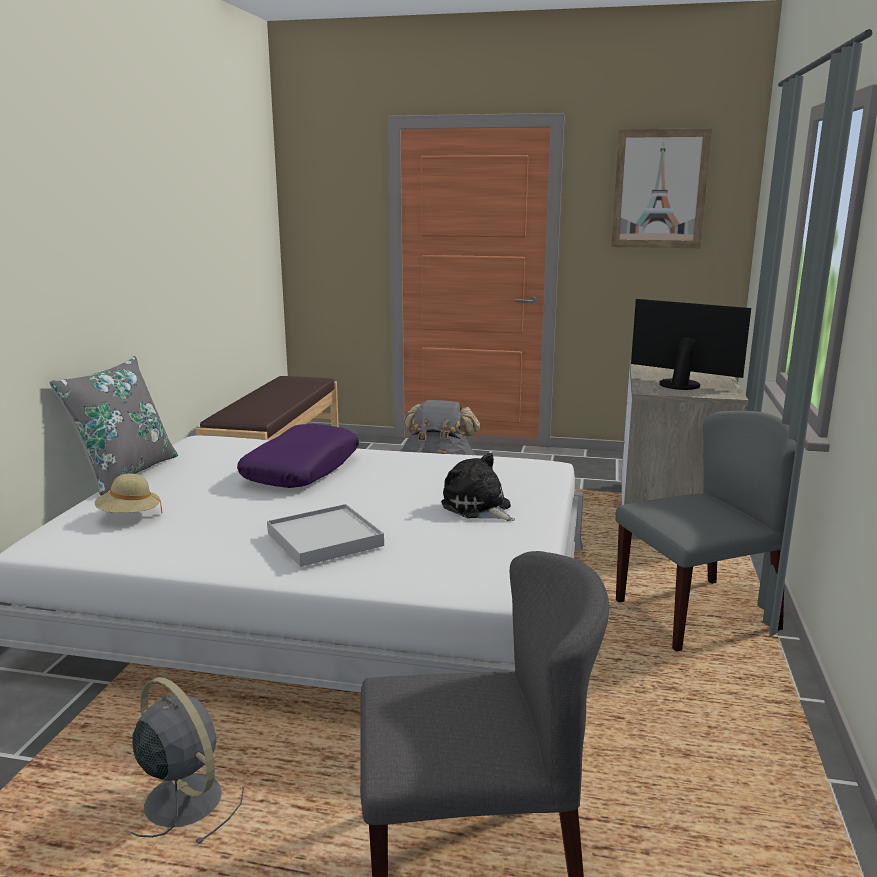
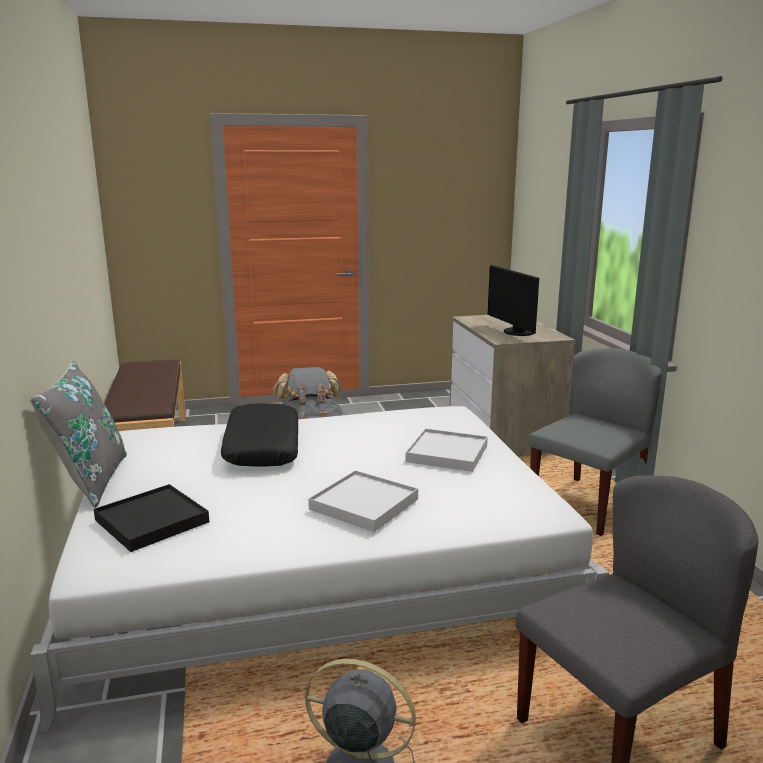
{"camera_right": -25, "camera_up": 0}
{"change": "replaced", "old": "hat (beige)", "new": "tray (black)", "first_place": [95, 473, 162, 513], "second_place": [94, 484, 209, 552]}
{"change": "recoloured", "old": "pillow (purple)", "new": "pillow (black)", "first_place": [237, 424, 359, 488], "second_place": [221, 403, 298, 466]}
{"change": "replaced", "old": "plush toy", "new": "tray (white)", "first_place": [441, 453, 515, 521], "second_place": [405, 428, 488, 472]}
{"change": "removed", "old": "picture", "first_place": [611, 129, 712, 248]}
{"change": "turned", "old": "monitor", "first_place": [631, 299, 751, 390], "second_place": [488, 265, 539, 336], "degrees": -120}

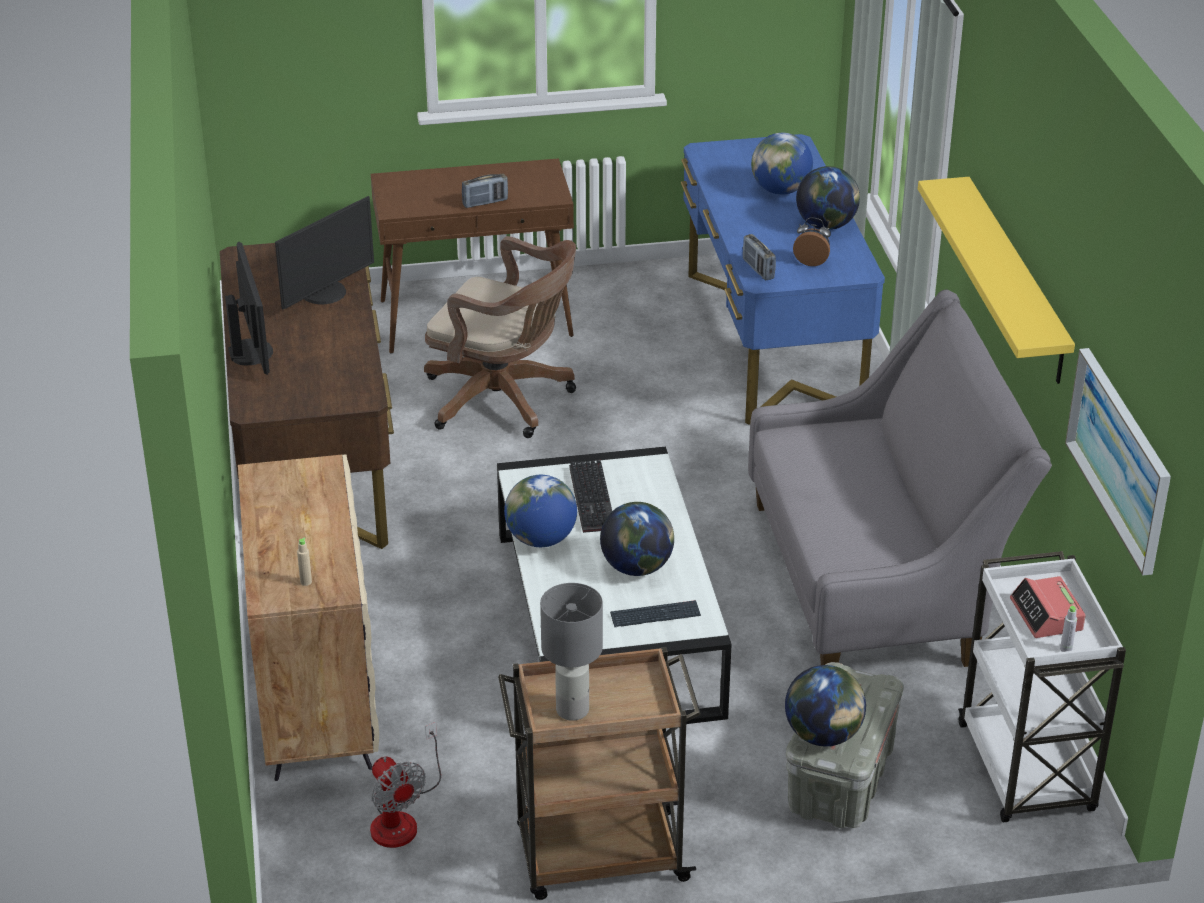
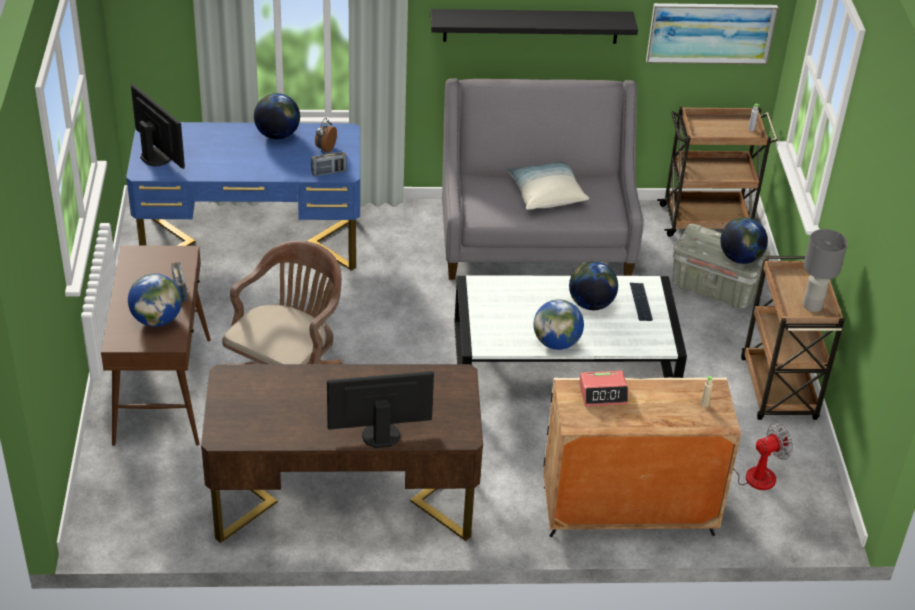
{"camera_right": -85, "camera_up": 5}
{"change": "moved", "old": "monitor", "first_place": [275, 196, 374, 309], "second_place": [131, 84, 185, 169]}
{"change": "removed", "old": "keyboard", "first_place": [569, 459, 612, 533]}
{"change": "moved", "old": "globe", "first_place": [751, 133, 813, 195], "second_place": [128, 273, 182, 327]}
{"change": "recoloured", "old": "shelf (yellow)", "new": "shelf (black)", "first_place": [918, 177, 1075, 384], "second_place": [430, 9, 638, 44]}
{"change": "recoloured", "old": "cart (white)", "new": "cart (brown)", "first_place": [958, 551, 1126, 822], "second_place": [657, 107, 778, 237]}
{"change": "moved", "old": "alarm clock", "first_place": [1010, 576, 1086, 638], "second_place": [579, 370, 629, 407]}
{"change": "added", "new": "pillow", "second_place": [507, 162, 589, 210]}

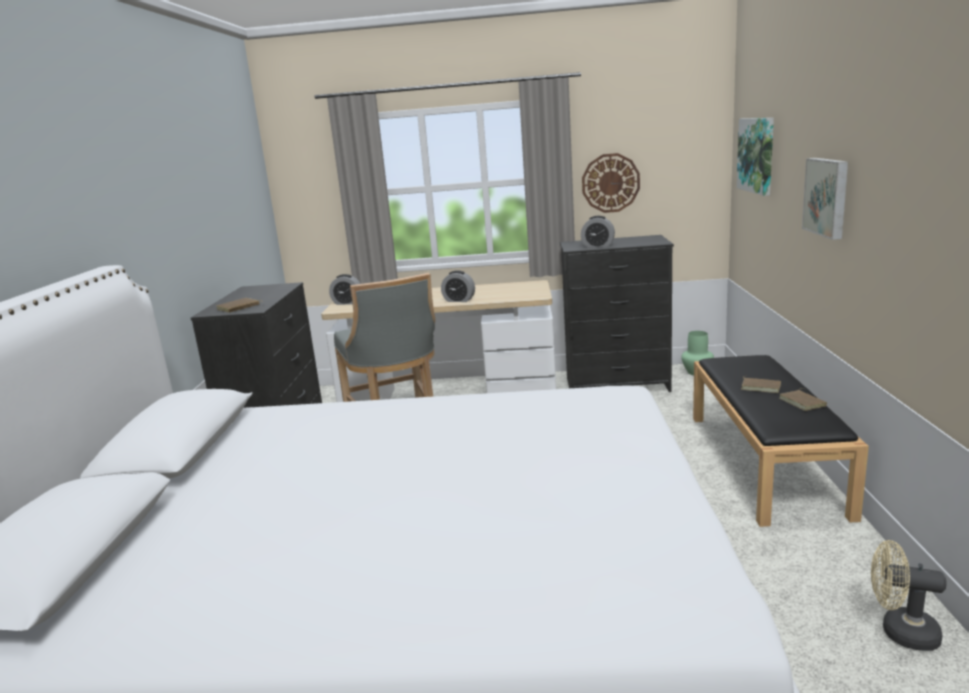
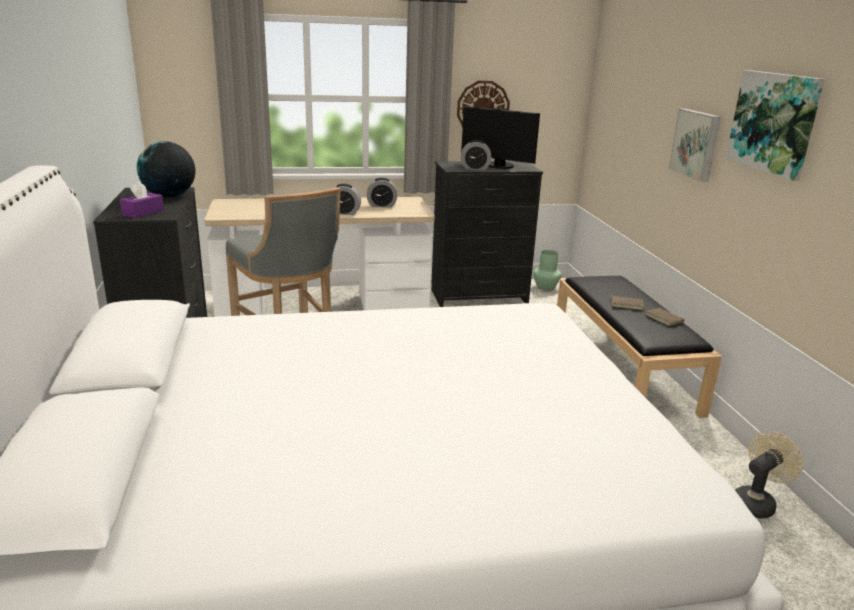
{"camera_right": -15, "camera_up": 5}
{"change": "replaced", "old": "book (brown)", "new": "tissue box (purple)", "first_place": [217, 298, 263, 313], "second_place": [120, 182, 164, 218]}
{"change": "moved", "old": "alarm clock", "first_place": [329, 274, 361, 305], "second_place": [367, 178, 397, 208]}
{"change": "moved", "old": "picture", "first_place": [737, 118, 774, 196], "second_place": [726, 70, 825, 181]}
{"change": "turned", "old": "fan (beige)", "first_place": [871, 540, 946, 651], "second_place": [735, 431, 803, 518], "degrees": 135}
{"change": "added", "new": "globe", "second_place": [137, 141, 195, 197]}
{"change": "added", "new": "monitor", "second_place": [461, 106, 540, 169]}

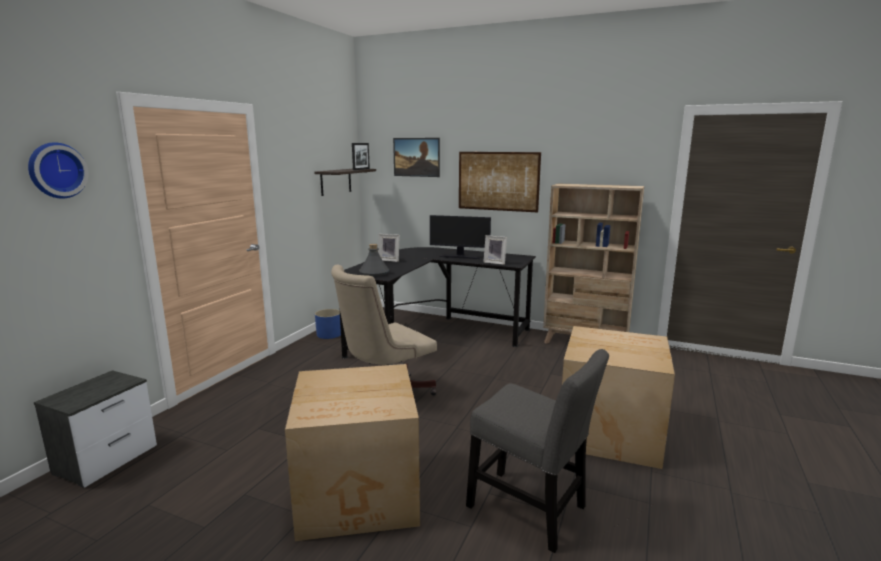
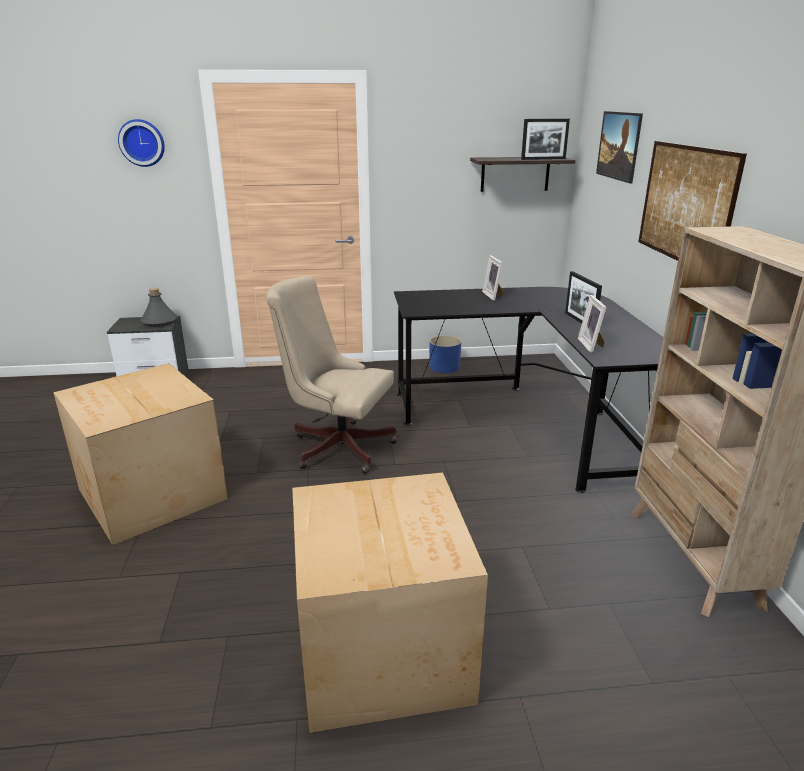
{"camera_right": 60, "camera_up": 10}
{"change": "moved", "old": "bottle (grey)", "first_place": [359, 244, 389, 276], "second_place": [140, 288, 177, 327]}
{"change": "replaced", "old": "monitor", "new": "picture frame", "first_place": [430, 215, 491, 259], "second_place": [565, 271, 602, 323]}
{"change": "removed", "old": "chair (grey)", "first_place": [466, 349, 609, 553]}

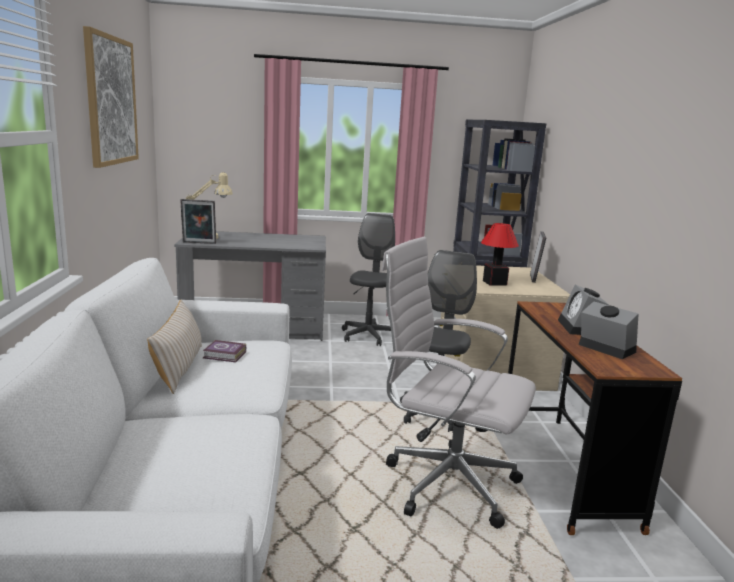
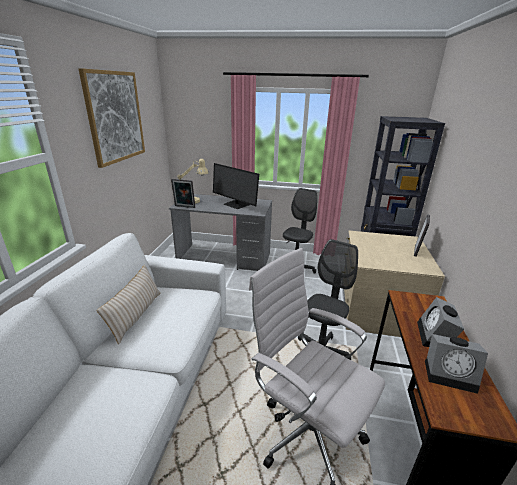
{"camera_right": 15, "camera_up": 10}
{"change": "removed", "old": "book", "first_place": [203, 340, 246, 362]}
{"change": "removed", "old": "table lamp", "first_place": [481, 223, 519, 286]}
{"change": "turned", "old": "alarm clock", "first_place": [578, 301, 639, 359], "second_place": [425, 334, 488, 394], "degrees": 135}
{"change": "added", "new": "monitor", "second_place": [213, 163, 259, 209]}

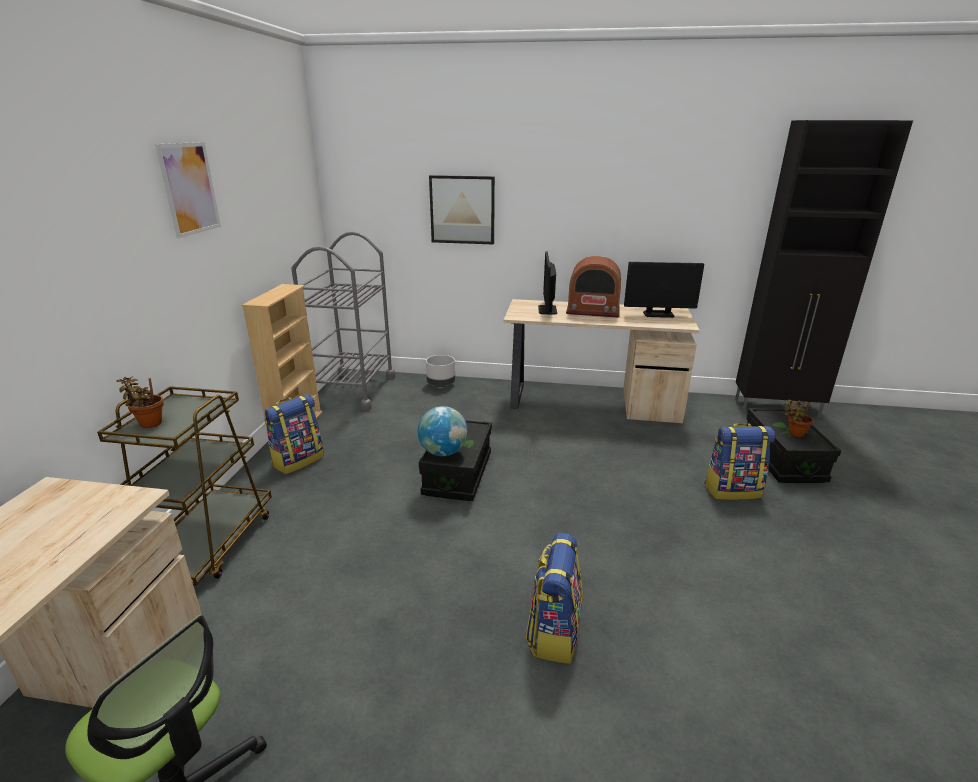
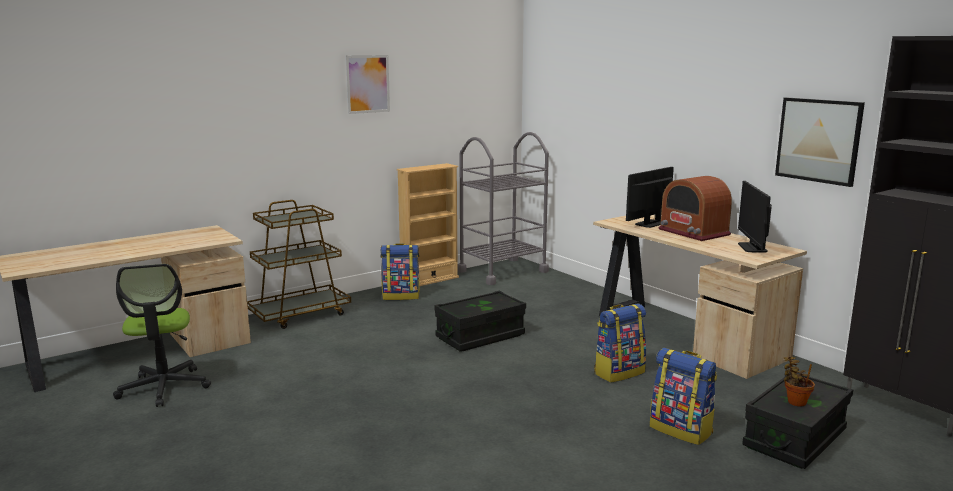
{"camera_right": 45, "camera_up": -10}
{"change": "removed", "old": "potted plant", "first_place": [116, 376, 164, 428]}
{"change": "removed", "old": "globe", "first_place": [418, 406, 468, 456]}
{"change": "removed", "old": "planter (grey)", "first_place": [426, 355, 455, 387]}
{"change": "moved", "old": "picture", "first_place": [429, 175, 495, 245], "second_place": [775, 97, 865, 187]}
{"change": "moved", "old": "backpack", "first_place": [526, 533, 583, 664], "second_place": [594, 304, 646, 383]}
{"change": "turned", "old": "monitor", "first_place": [624, 262, 704, 318], "second_place": [738, 181, 772, 253], "degrees": 45}

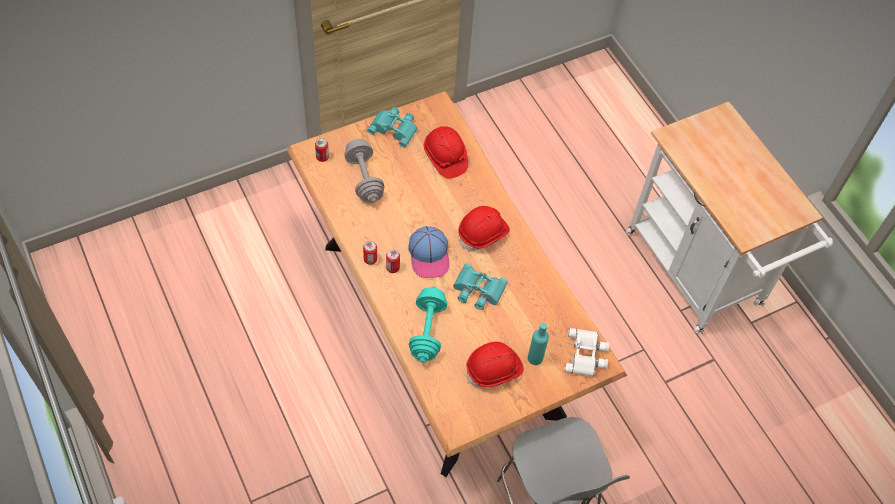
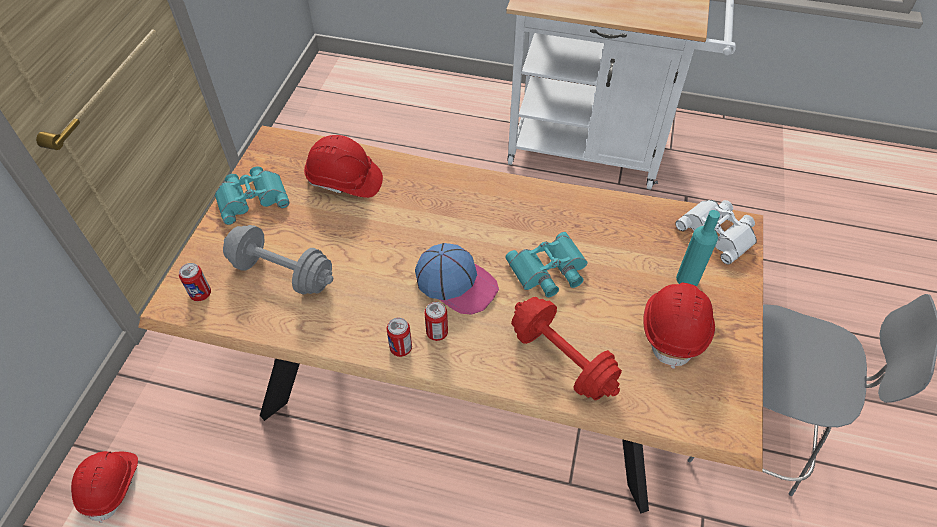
{"camera_right": -45, "camera_up": -5}
{"change": "recoloured", "old": "dumbbell (turquoise)", "new": "dumbbell (red)", "first_place": [409, 287, 447, 363], "second_place": [511, 297, 622, 400]}
{"change": "moved", "old": "hard hat (red)", "first_place": [458, 206, 510, 251], "second_place": [71, 451, 138, 523]}

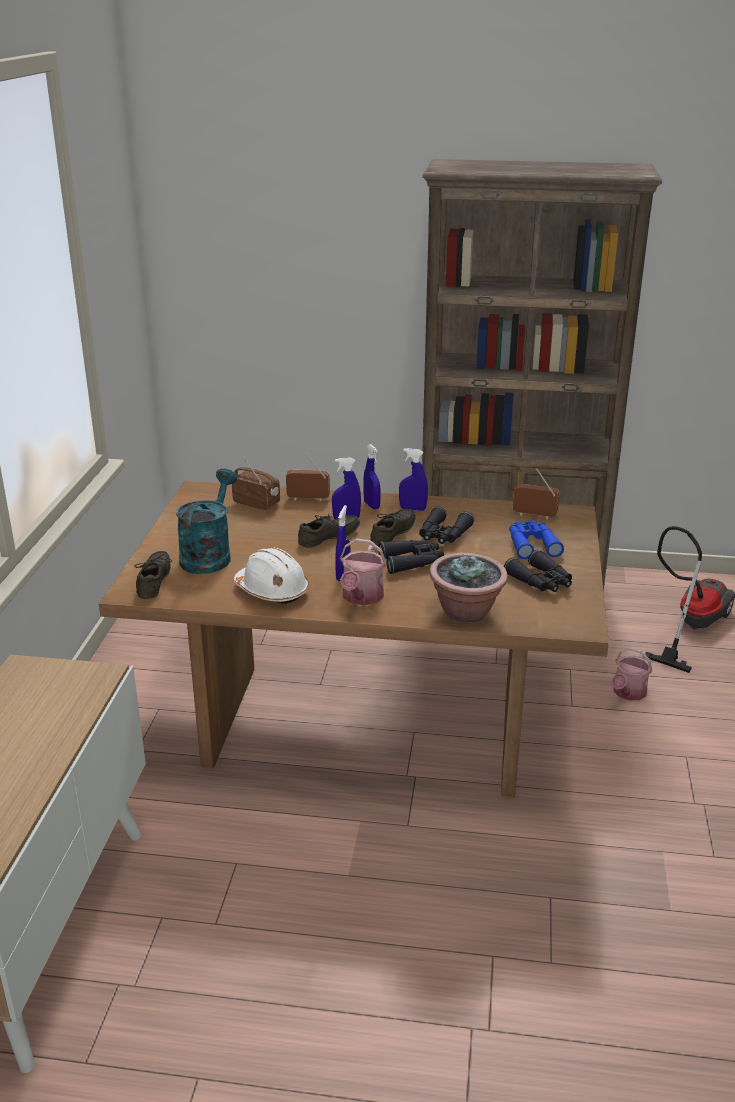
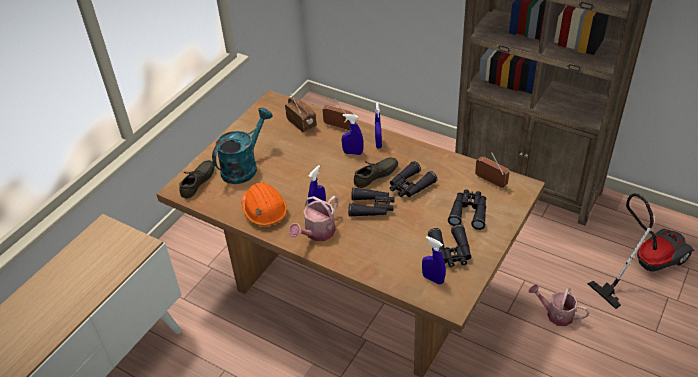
{"camera_right": 25, "camera_up": 15}
{"change": "recoloured", "old": "hard hat (white)", "new": "hard hat (orange)", "first_place": [234, 547, 309, 604], "second_place": [241, 182, 287, 226]}
{"change": "removed", "old": "shoe (grey)", "first_place": [298, 514, 360, 548]}
{"change": "moved", "old": "spray bottle (blue)", "first_place": [399, 448, 428, 511], "second_place": [422, 236, 446, 284]}
{"change": "removed", "old": "potted plant", "first_place": [429, 553, 508, 623]}
{"change": "recoloured", "old": "binoculars (blue)", "new": "binoculars (black)", "first_place": [509, 520, 564, 559], "second_place": [448, 189, 486, 230]}
{"change": "turned", "old": "watering can", "first_place": [611, 647, 652, 701], "second_place": [529, 284, 590, 326], "degrees": 60}

